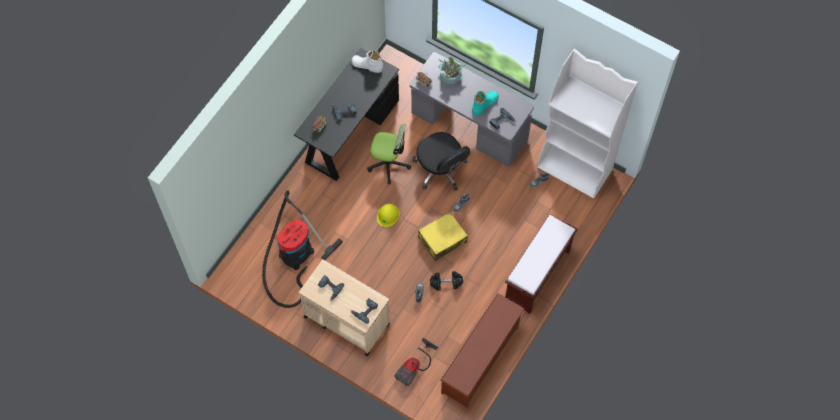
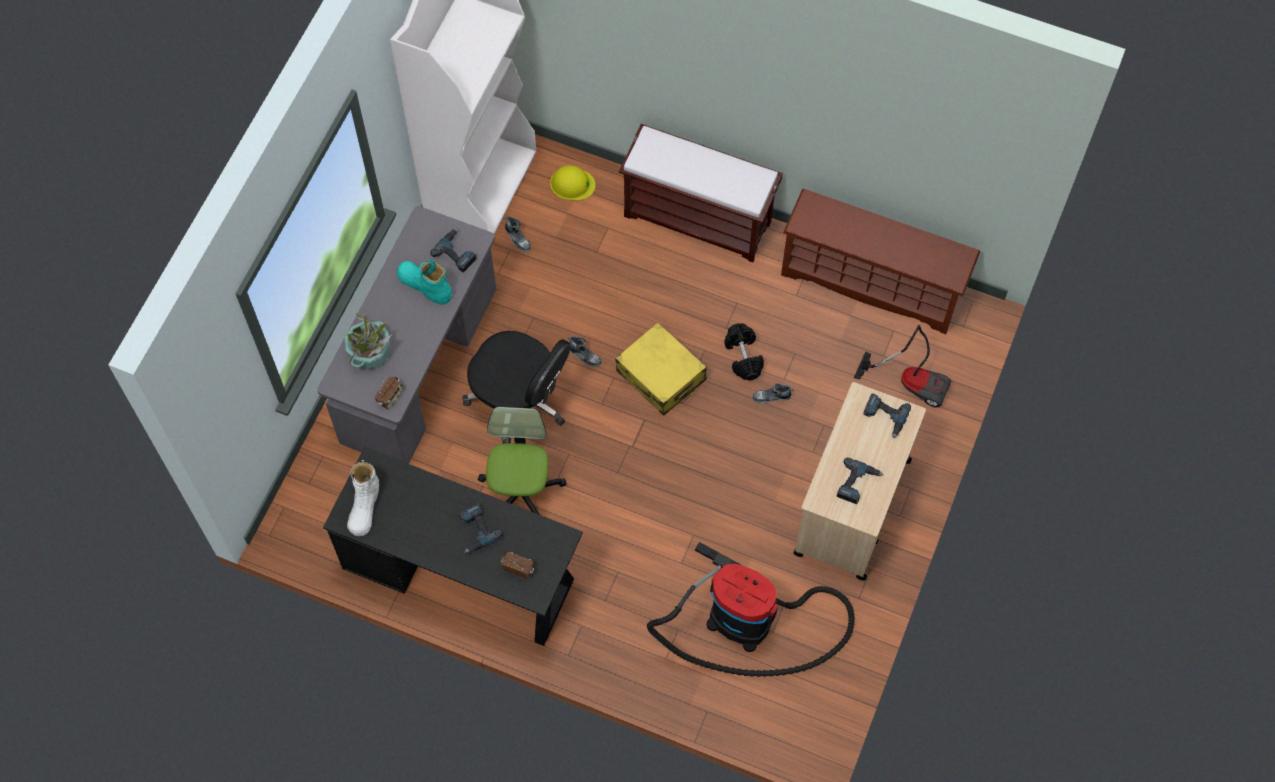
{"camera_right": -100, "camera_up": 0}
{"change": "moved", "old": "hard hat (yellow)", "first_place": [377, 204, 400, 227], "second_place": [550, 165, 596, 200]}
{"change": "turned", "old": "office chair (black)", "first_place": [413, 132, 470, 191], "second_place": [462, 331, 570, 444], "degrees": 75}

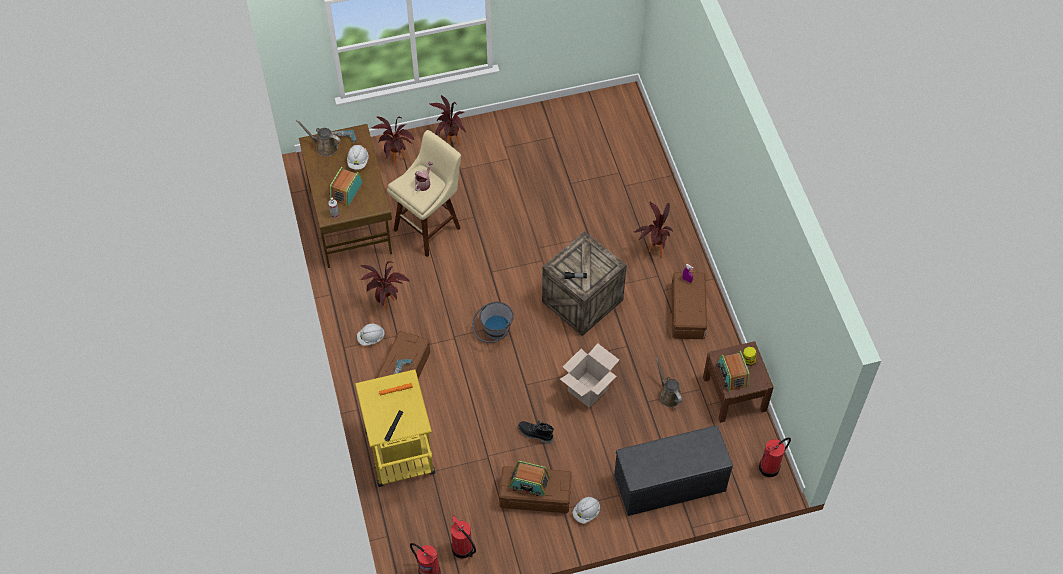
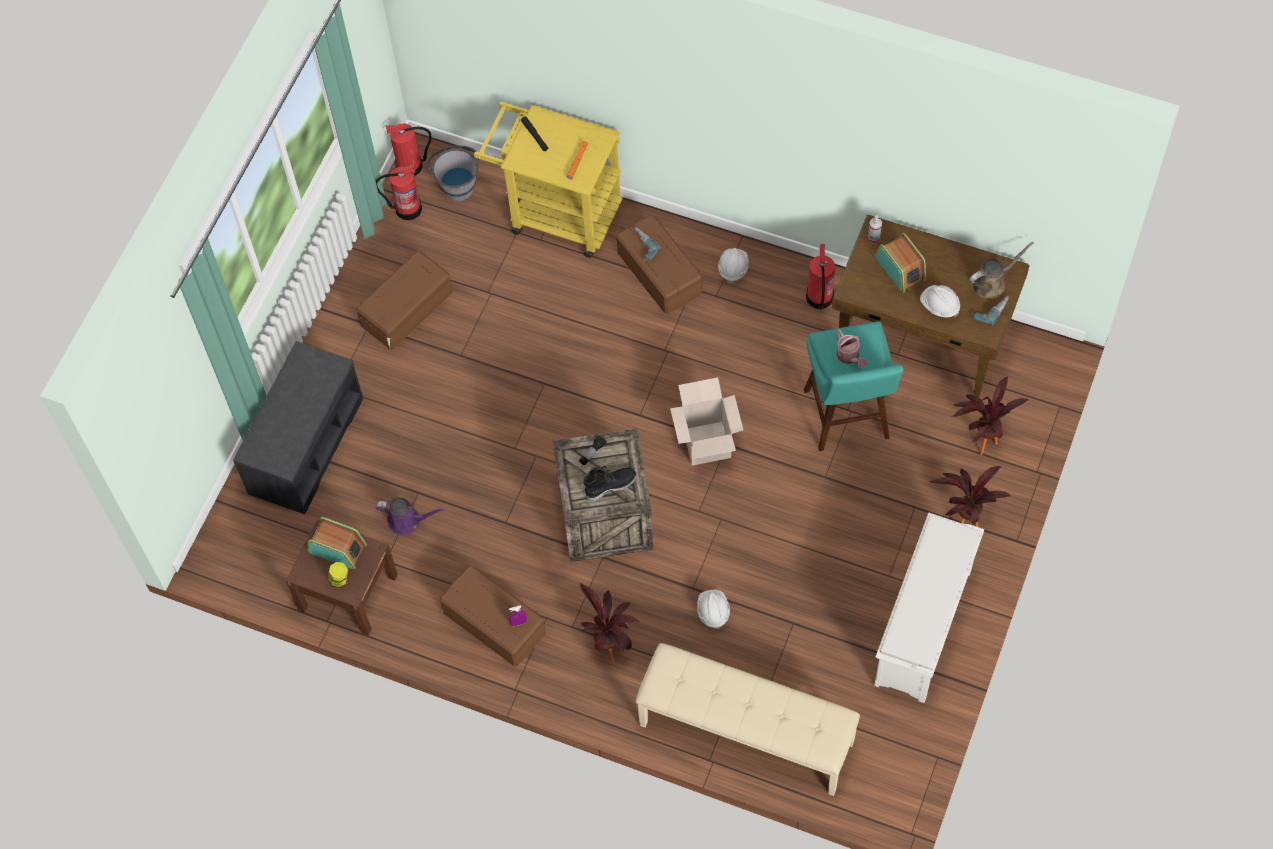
{"camera_right": 130, "camera_up": 5}
{"change": "removed", "old": "potted plant", "first_place": [360, 261, 410, 310]}
{"change": "recoloured", "old": "stool (beige)", "new": "stool (turquoise)", "first_place": [387, 130, 461, 257], "second_place": [804, 322, 904, 451]}
{"change": "moved", "old": "bucket (grey)", "first_place": [472, 302, 514, 343], "second_place": [427, 146, 479, 201]}
{"change": "removed", "old": "radio", "first_place": [509, 461, 550, 496]}
{"change": "moved", "old": "boot (black)", "first_place": [518, 420, 554, 444], "second_place": [583, 465, 637, 502]}
{"change": "moved", "old": "cardboard box", "first_place": [560, 343, 619, 407], "second_place": [670, 377, 743, 466]}
{"change": "moved", "old": "hard hat (white)", "first_place": [572, 497, 600, 524], "second_place": [697, 590, 730, 630]}
{"change": "recoloured", "old": "watering can (brown)", "new": "watering can (purple)", "first_place": [656, 357, 682, 407], "second_place": [376, 497, 445, 535]}
{"change": "moved", "old": "fire extinguisher", "first_place": [759, 438, 791, 477], "second_place": [806, 244, 835, 310]}
{"change": "added", "new": "bench (beige)", "second_place": [635, 643, 860, 796]}
{"change": "added", "new": "shoe rack (white)", "second_place": [874, 513, 984, 703]}

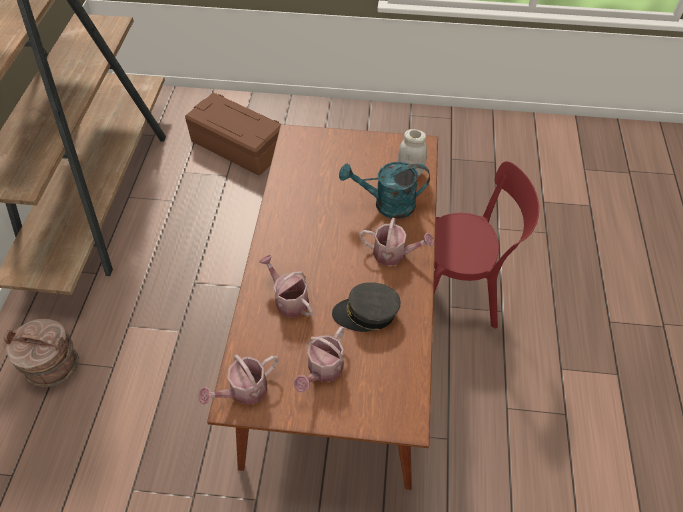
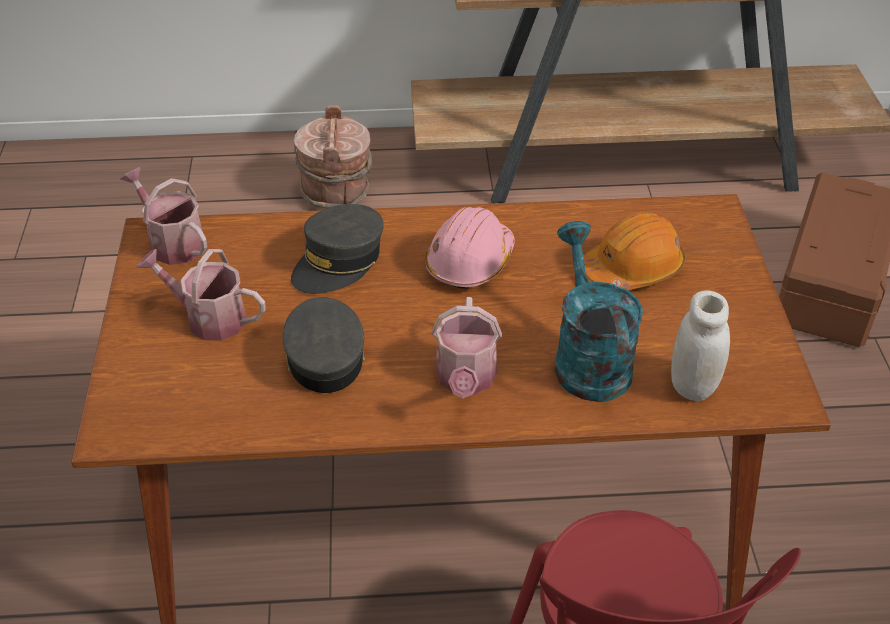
{"camera_right": 80, "camera_up": -10}
{"change": "replaced", "old": "watering can", "new": "cap (grey)", "first_place": [259, 254, 313, 317], "second_place": [291, 204, 384, 294]}
{"change": "added", "new": "hard hat (pink)", "second_place": [425, 207, 515, 289]}
{"change": "added", "new": "hard hat (orange)", "second_place": [584, 212, 685, 290]}

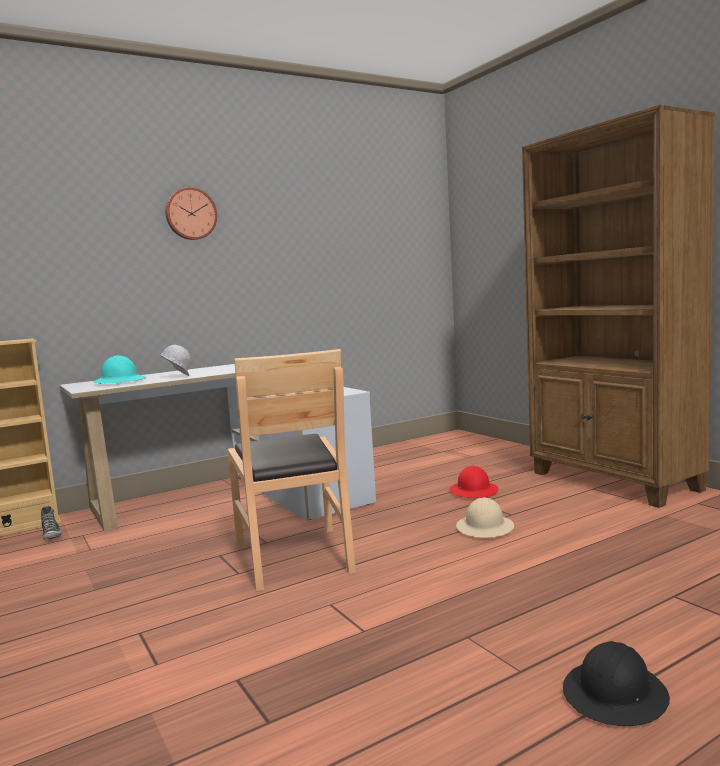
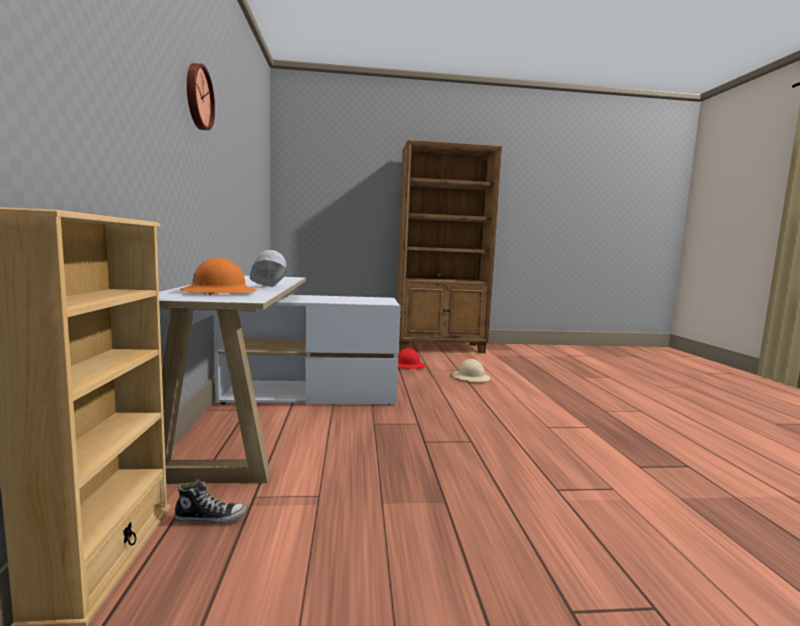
{"camera_right": -65, "camera_up": 0}
{"change": "recoloured", "old": "hard hat (turquoise)", "new": "hard hat (orange)", "first_place": [93, 355, 146, 384], "second_place": [180, 258, 257, 295]}
{"change": "removed", "old": "chair (brown)", "first_place": [228, 349, 356, 591]}
{"change": "removed", "old": "hard hat (black)", "first_place": [563, 641, 670, 726]}

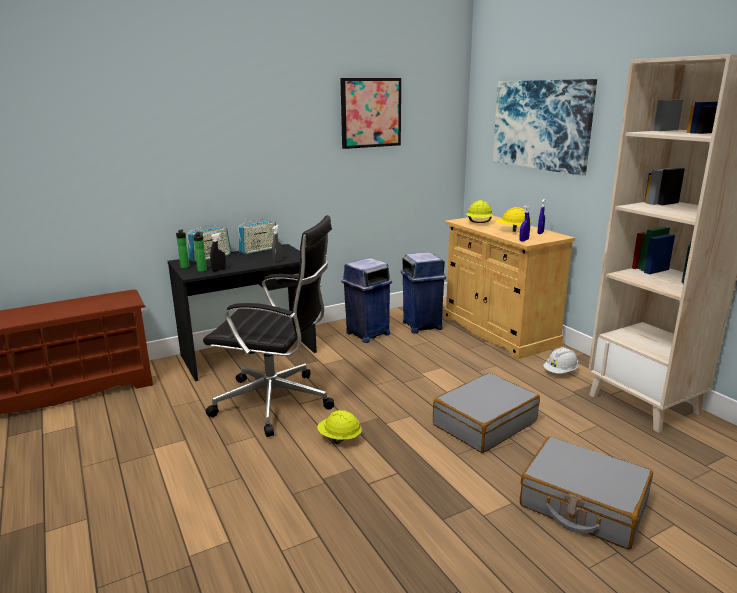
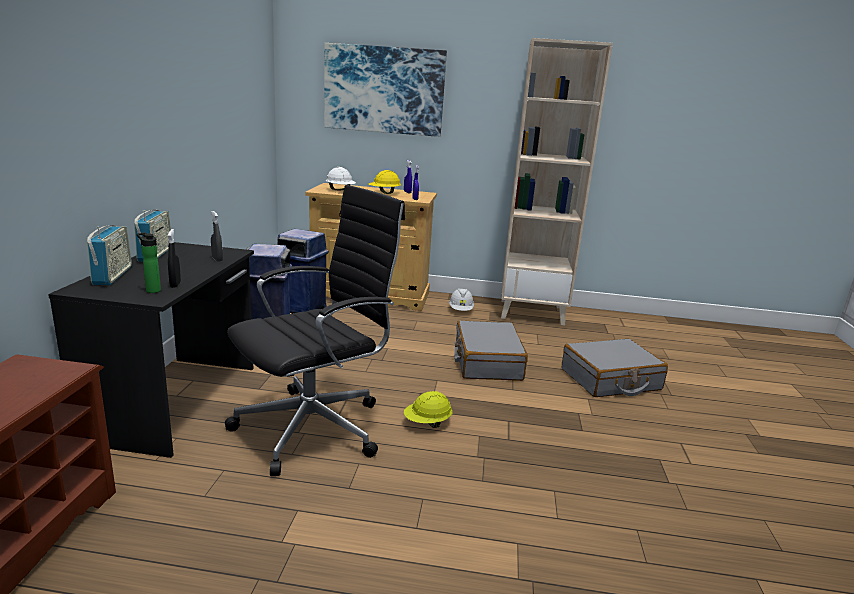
{"camera_right": -55, "camera_up": 0}
{"change": "removed", "old": "bottle", "first_place": [176, 230, 190, 268]}
{"change": "removed", "old": "picture", "first_place": [340, 78, 401, 149]}
{"change": "recoloured", "old": "hard hat (yellow)", "new": "hard hat (white)", "first_place": [466, 200, 493, 223], "second_place": [326, 167, 356, 191]}

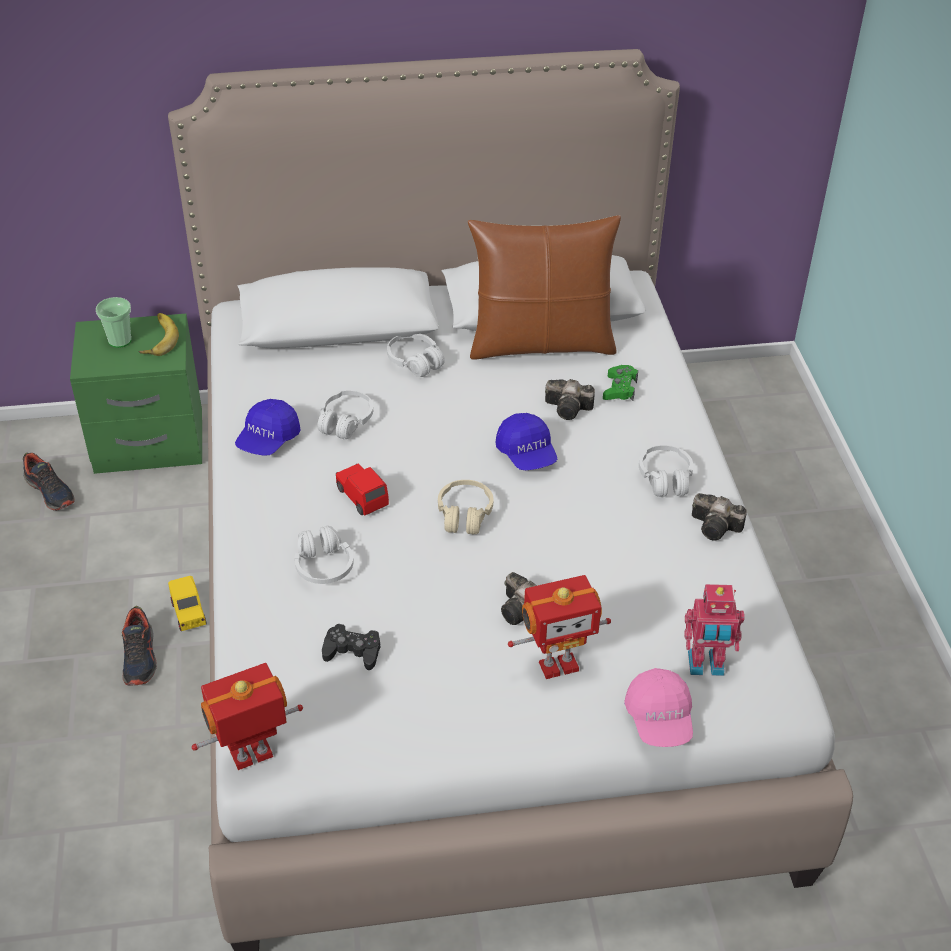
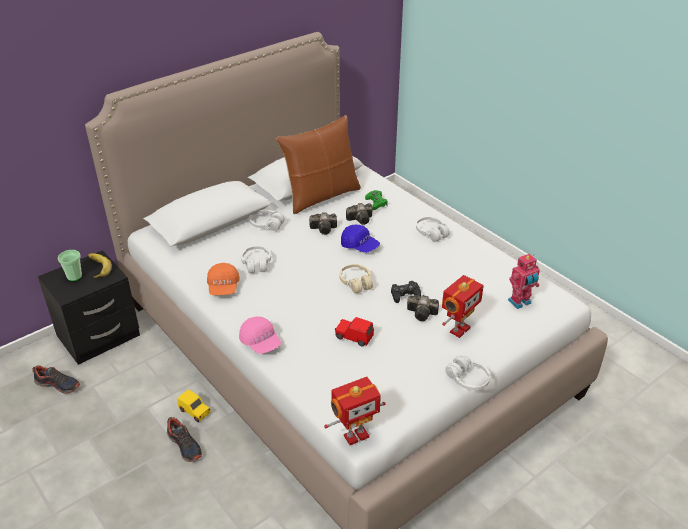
{"camera_right": -30, "camera_up": -5}
{"change": "recoloured", "old": "nightstand (green)", "new": "nightstand (black)", "first_place": [70, 314, 202, 474], "second_place": [38, 250, 140, 365]}
{"change": "turned", "old": "toy robot", "first_place": [192, 663, 303, 770], "second_place": [324, 377, 386, 445], "degrees": -150}
{"change": "recoloured", "old": "cap (blue)", "new": "cap (orange)", "first_place": [235, 399, 301, 456], "second_place": [207, 263, 240, 295]}
{"change": "moved", "old": "headphones (white)", "first_place": [295, 526, 354, 584], "second_place": [445, 356, 491, 390]}
{"change": "moved", "old": "game controller (black)", "first_place": [322, 624, 381, 670], "second_place": [391, 281, 421, 303]}
{"change": "moved", "old": "toy car (red)", "first_place": [336, 464, 389, 515], "second_place": [335, 317, 374, 347]}
{"change": "moved", "old": "cap (pink)", "first_place": [624, 668, 693, 747], "second_place": [239, 316, 281, 354]}
{"change": "moved", "old": "photo camera", "first_place": [692, 493, 747, 540], "second_place": [309, 212, 337, 235]}

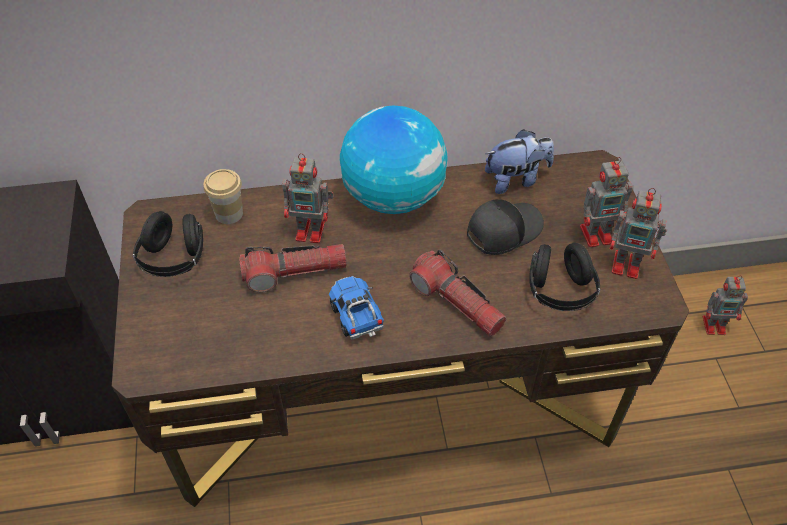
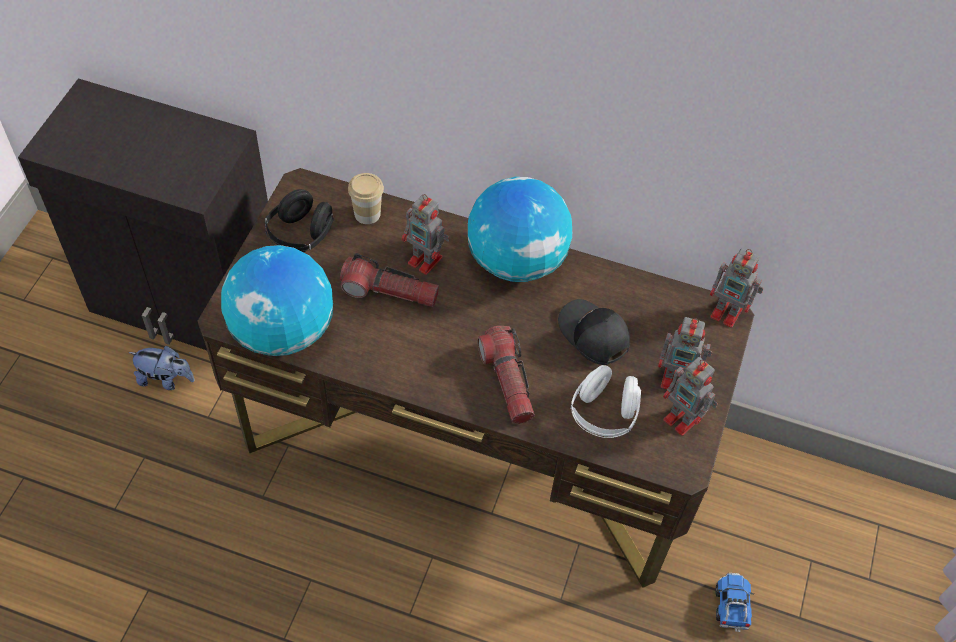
{"camera_right": 25, "camera_up": 5}
{"change": "moved", "old": "toy truck", "first_place": [329, 276, 384, 340], "second_place": [715, 573, 754, 632]}
{"change": "turned", "old": "cap (black)", "first_place": [467, 199, 544, 255], "second_place": [558, 299, 630, 365], "degrees": -120}
{"change": "moved", "old": "plush toy", "first_place": [485, 129, 554, 194], "second_place": [128, 346, 195, 390]}
{"change": "recoloured", "old": "headphones (black)", "new": "headphones (white)", "first_place": [529, 243, 600, 311], "second_place": [570, 365, 641, 438]}
{"change": "moved", "old": "toy robot", "first_place": [703, 275, 748, 335], "second_place": [710, 248, 763, 328]}
{"change": "added", "new": "globe", "second_place": [221, 245, 333, 356]}

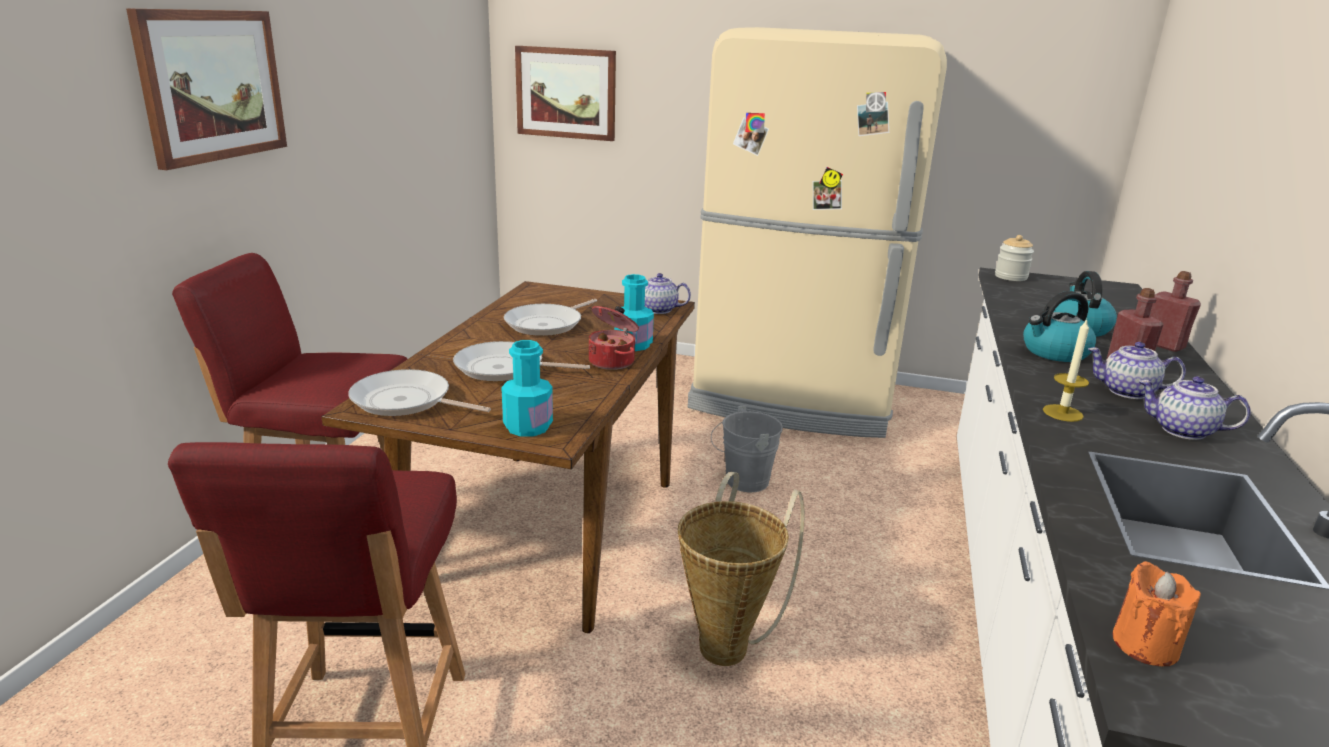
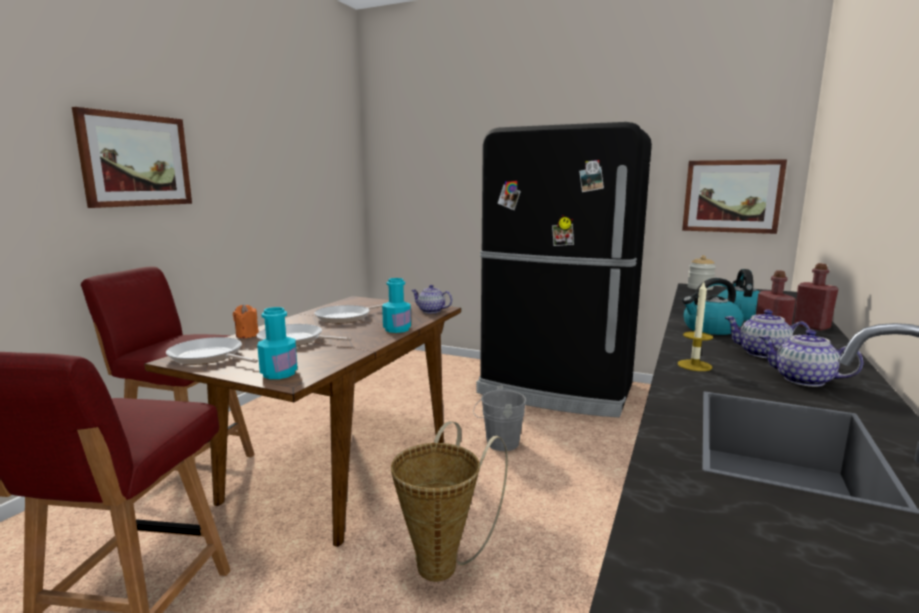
{"camera_right": 10, "camera_up": -10}
{"change": "moved", "old": "picture", "first_place": [515, 46, 616, 141], "second_place": [682, 159, 787, 234]}
{"change": "removed", "old": "cooking pot", "first_place": [589, 306, 639, 370]}
{"change": "recoloured", "old": "fridge (beige)", "new": "fridge (black)", "first_place": [688, 27, 947, 438], "second_place": [476, 122, 652, 417]}
{"change": "moved", "old": "candle (orange)", "first_place": [1112, 561, 1201, 666], "second_place": [233, 304, 259, 338]}

